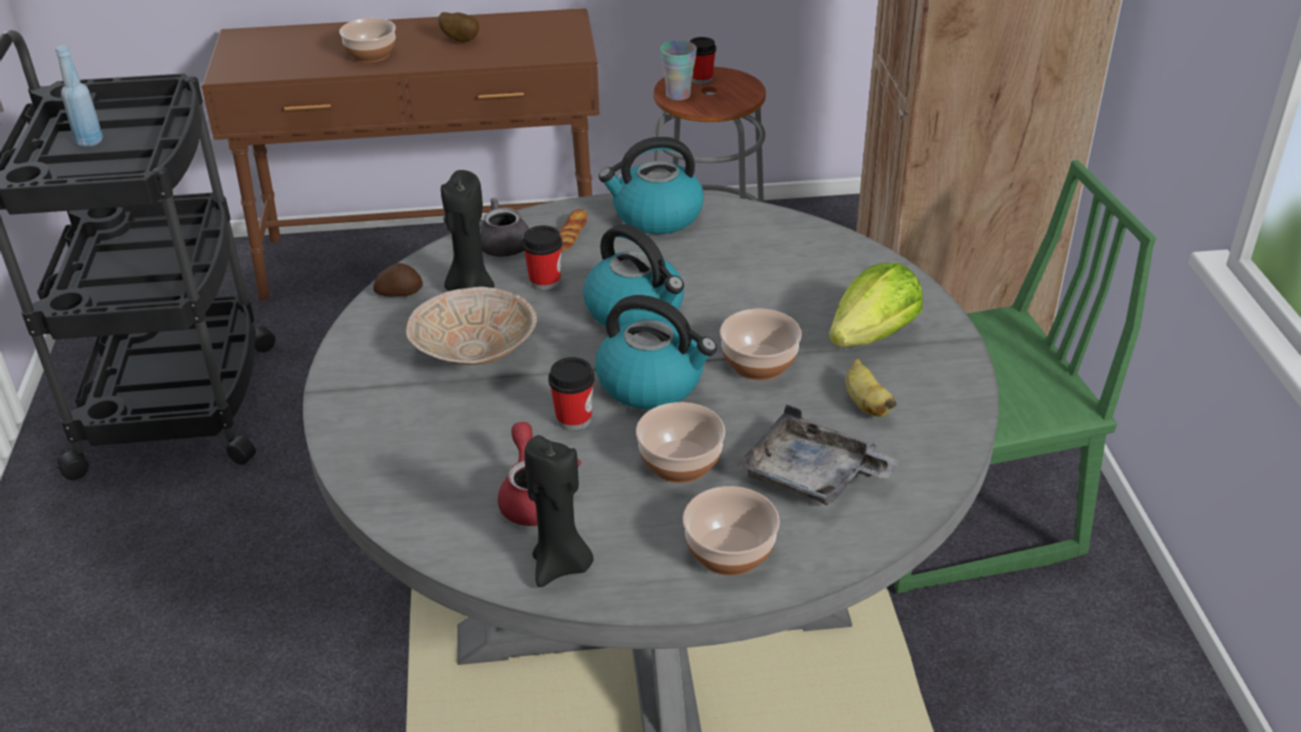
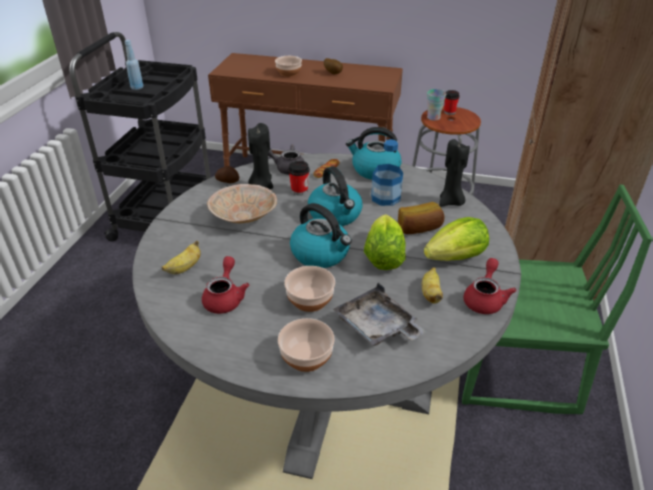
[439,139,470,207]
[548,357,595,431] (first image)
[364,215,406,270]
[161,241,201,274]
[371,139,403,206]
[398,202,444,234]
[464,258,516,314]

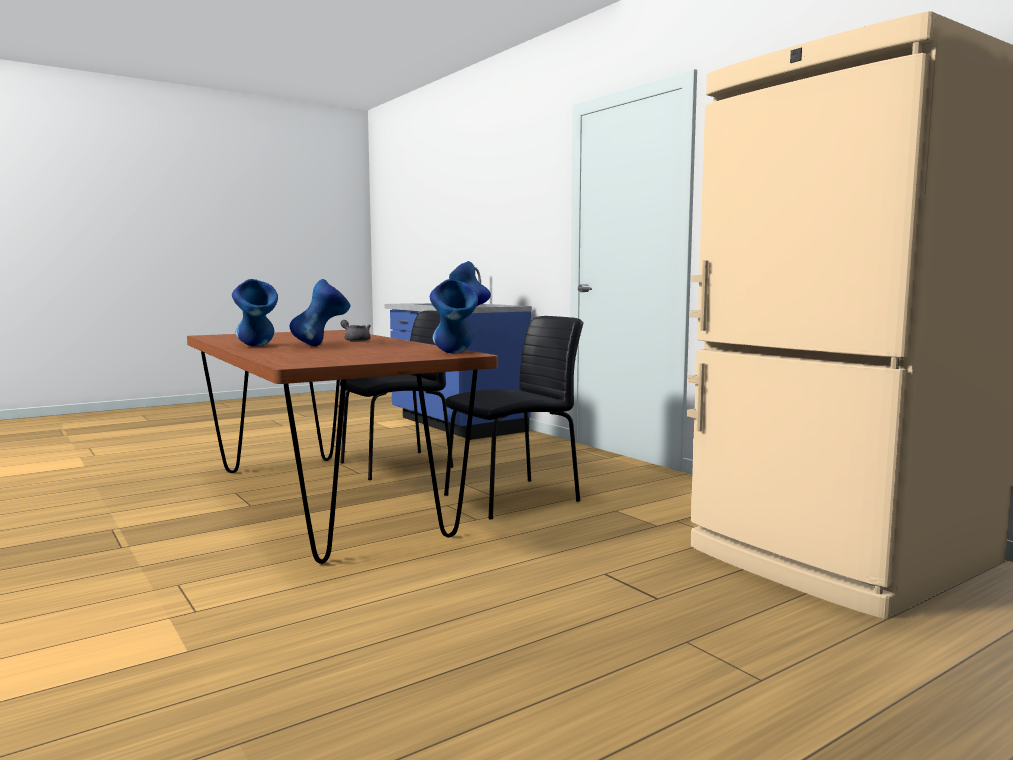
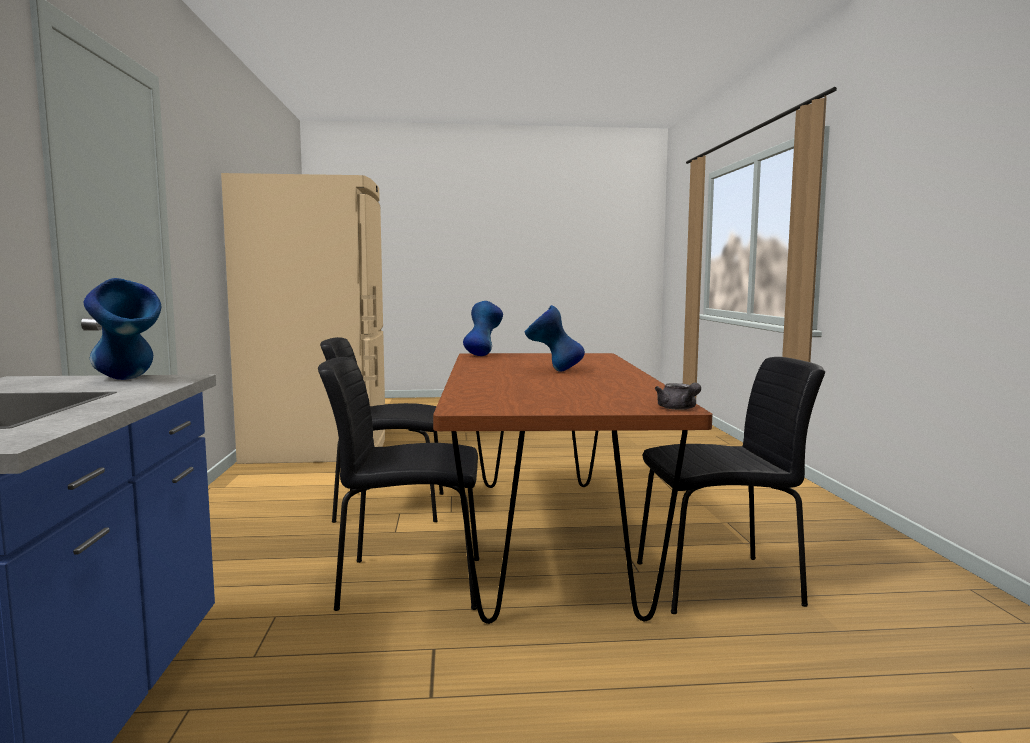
[232,279,278,347] (first image)
[655,383,701,410]
[637,357,825,614]

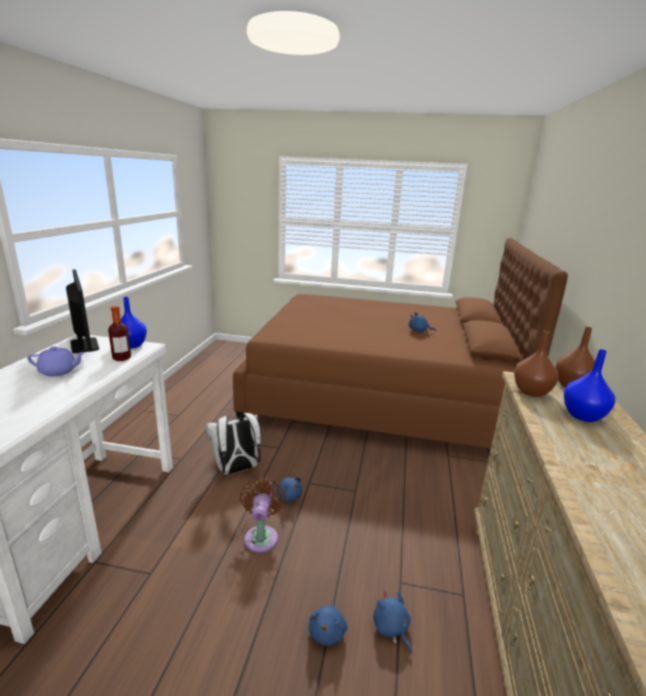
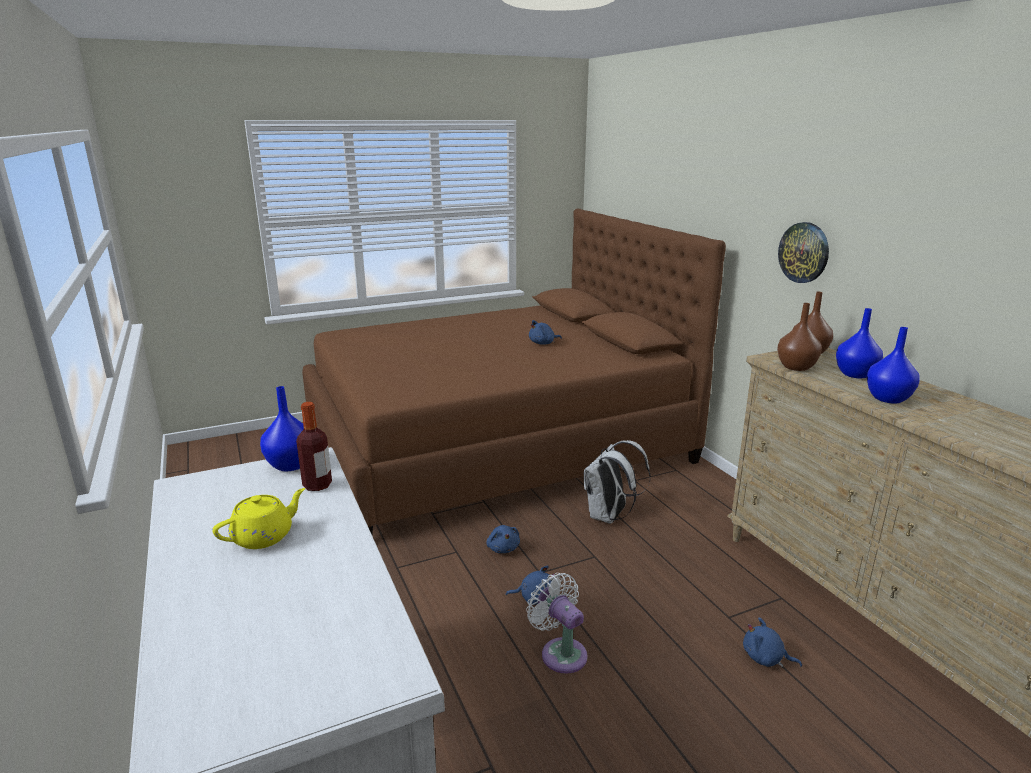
[212,488,305,549]
[66,269,99,353] (first image)
[584,440,650,524]
[526,573,588,674]
[486,525,520,553]
[778,222,829,283]
[867,327,920,403]

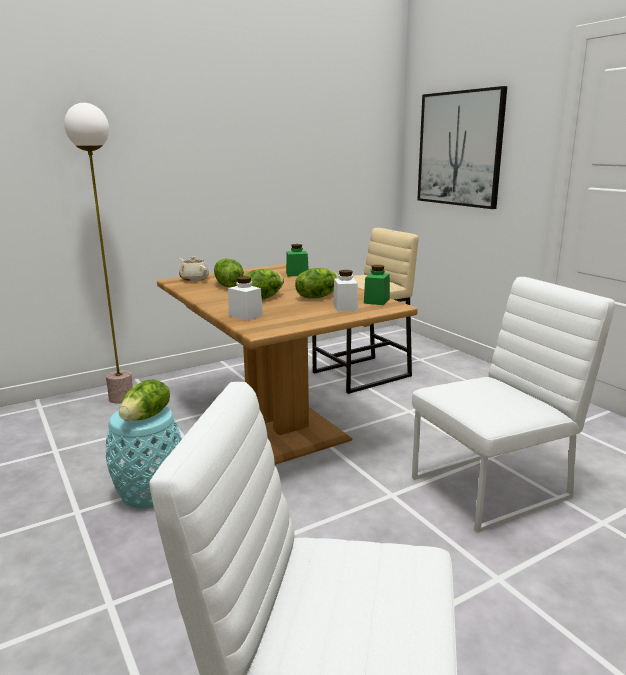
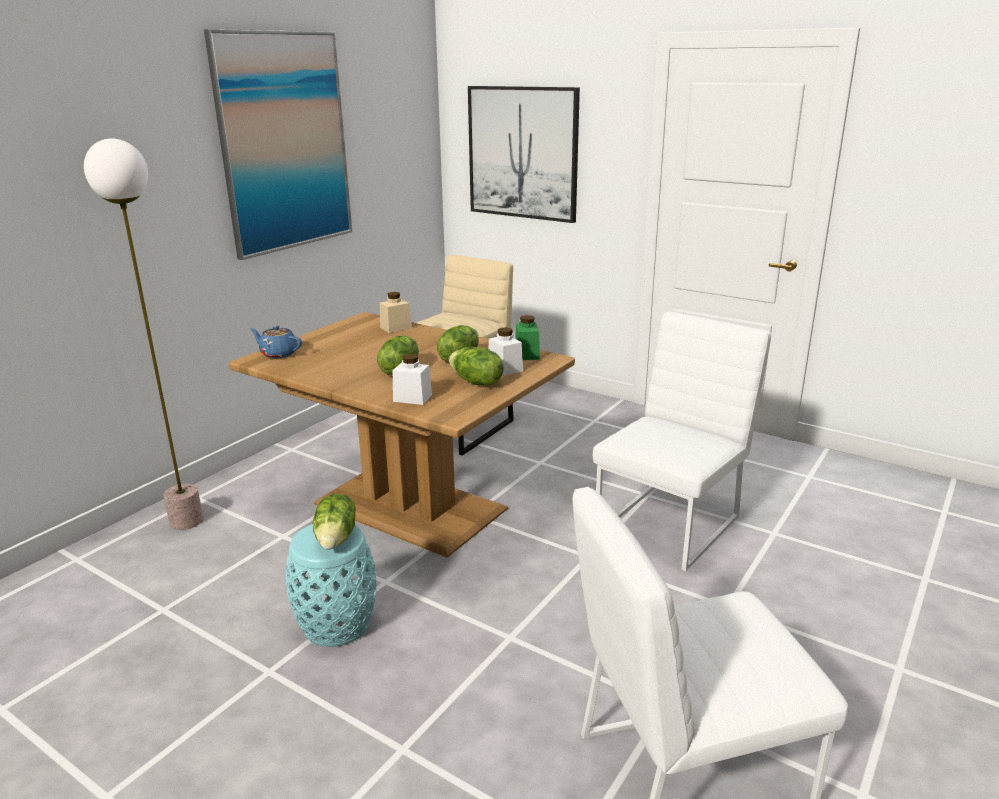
[250,325,302,358]
[449,347,504,386]
[380,292,412,333]
[204,29,352,260]

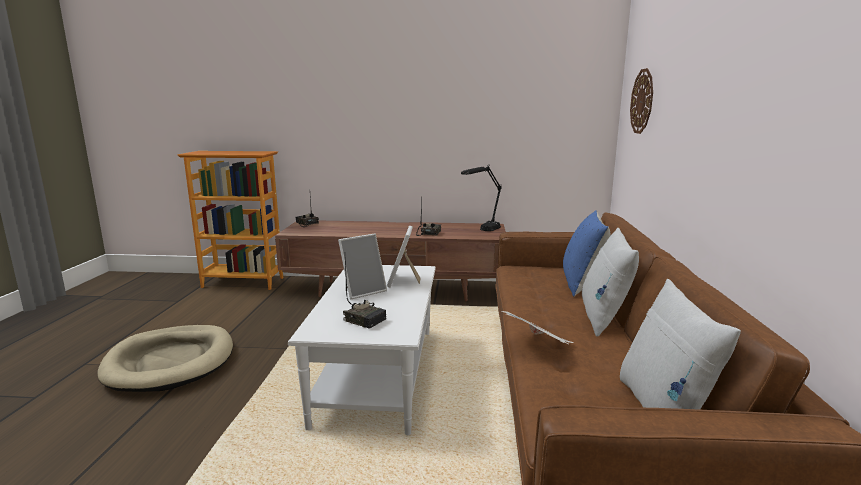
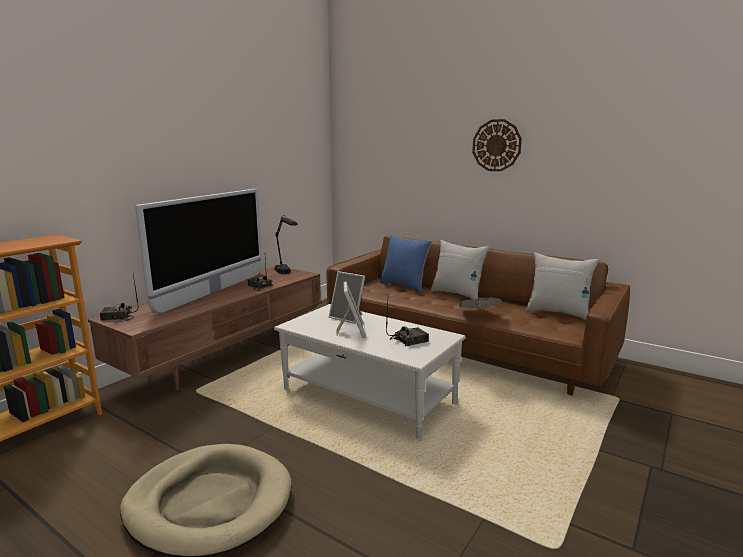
[472,119,522,171]
[135,189,262,314]

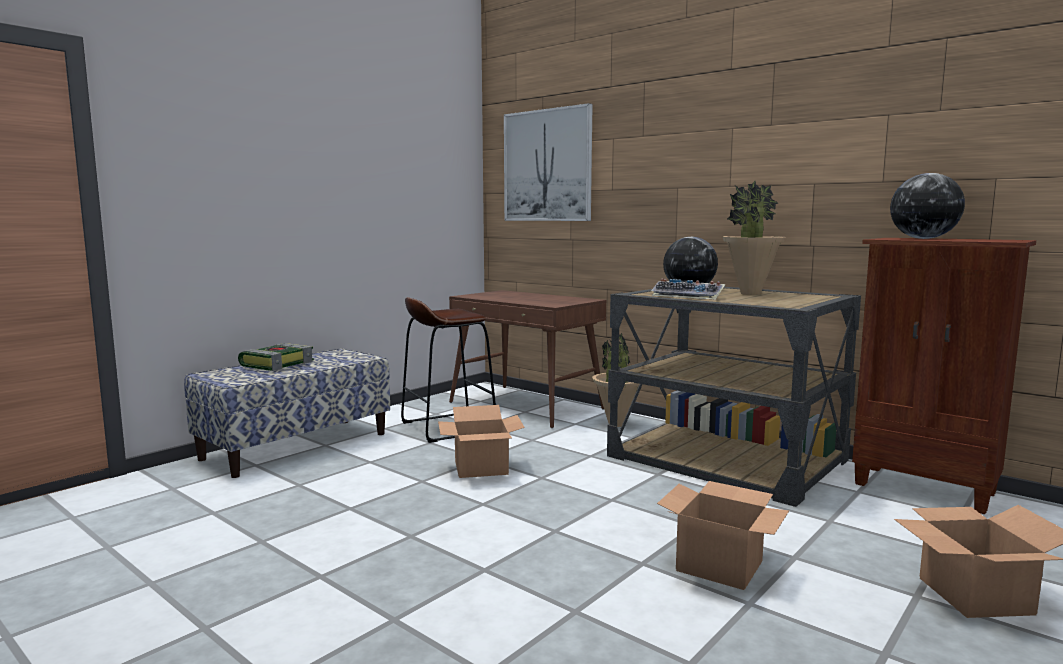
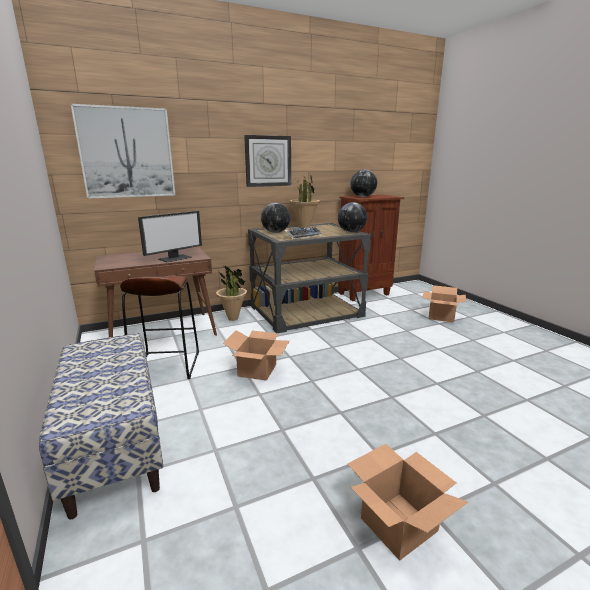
[238,343,314,371] (first image)
[348,444,468,561]
[138,211,202,262]
[244,135,291,187]
[338,202,367,232]

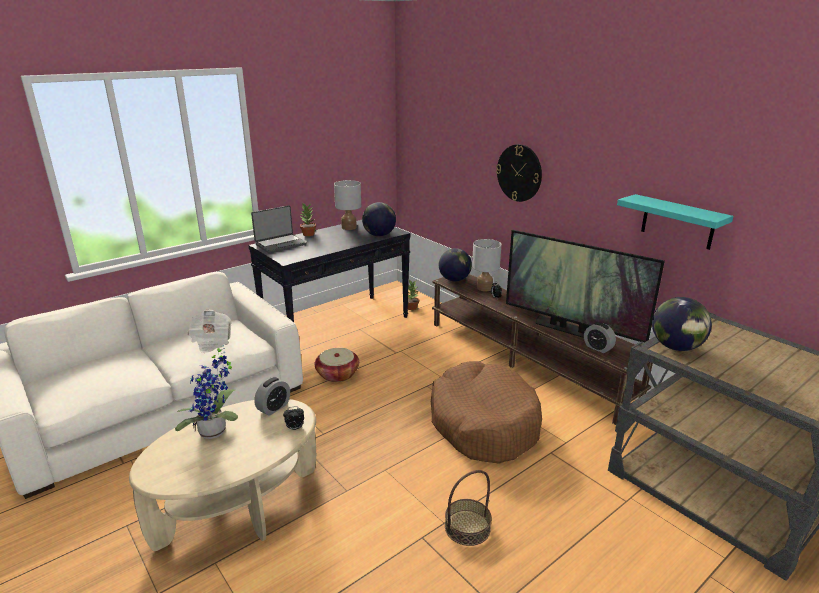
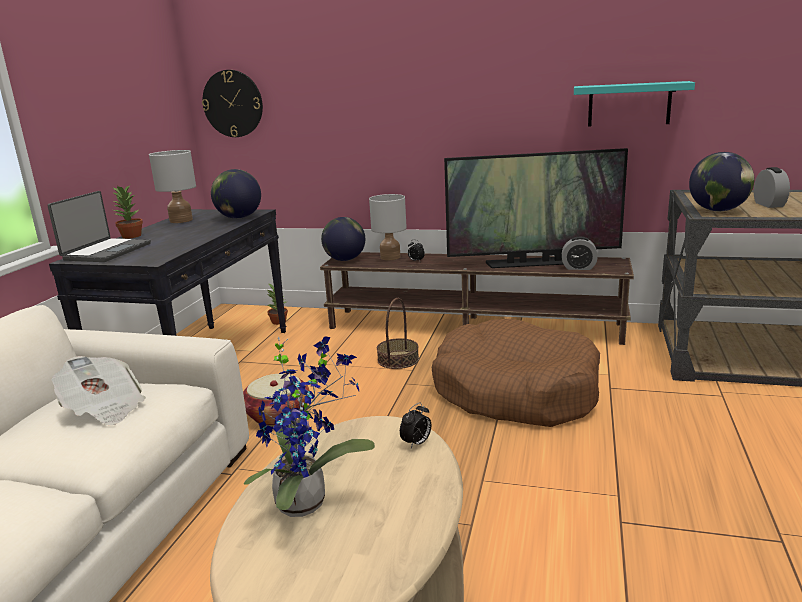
[754,167,790,208]
[377,298,419,369]
[202,70,263,137]

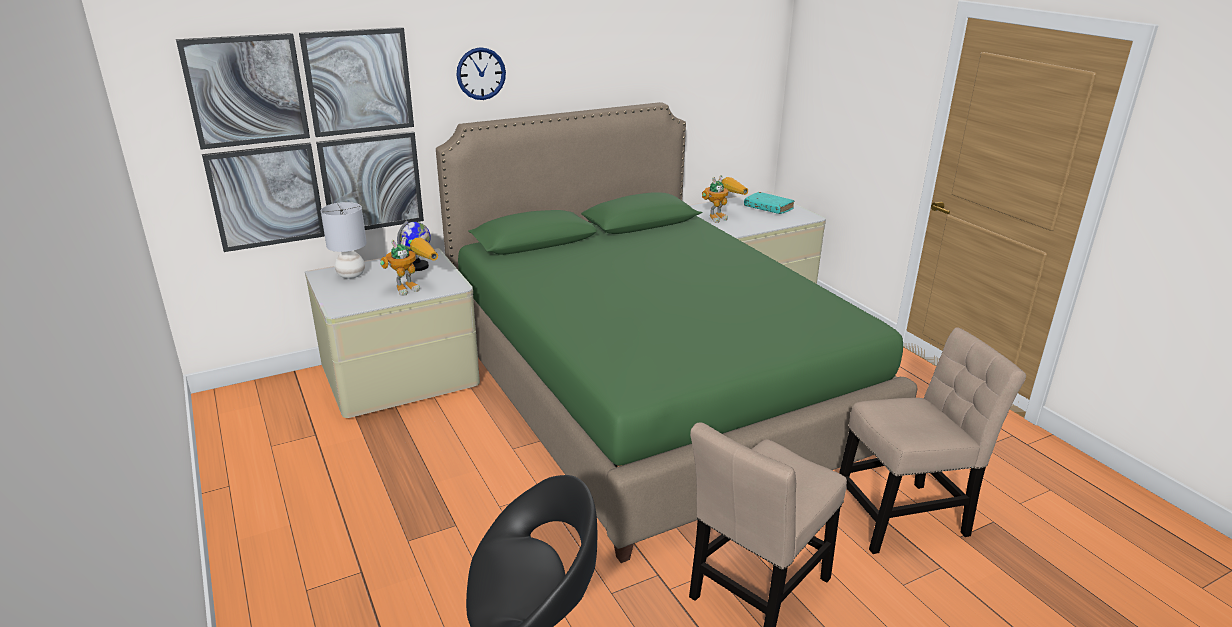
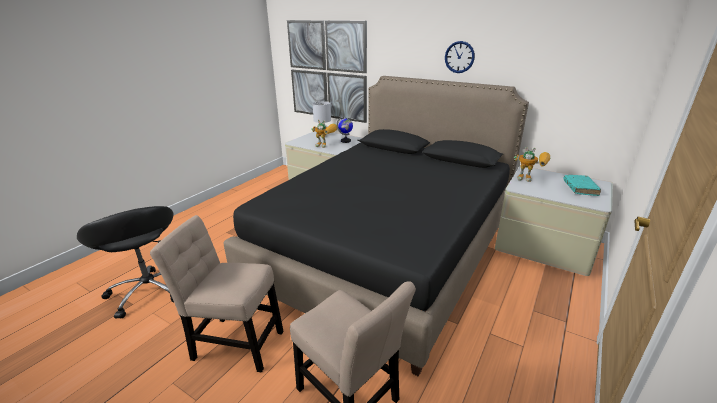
[224,76,529,377]
[445,41,475,73]

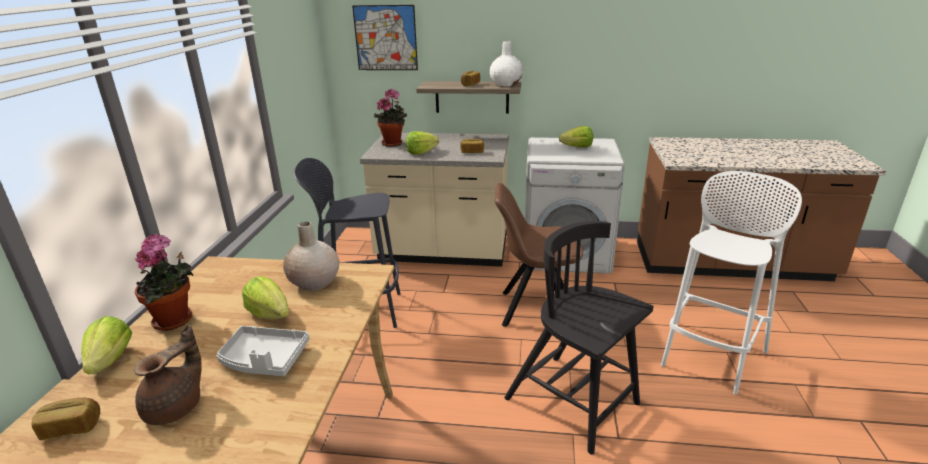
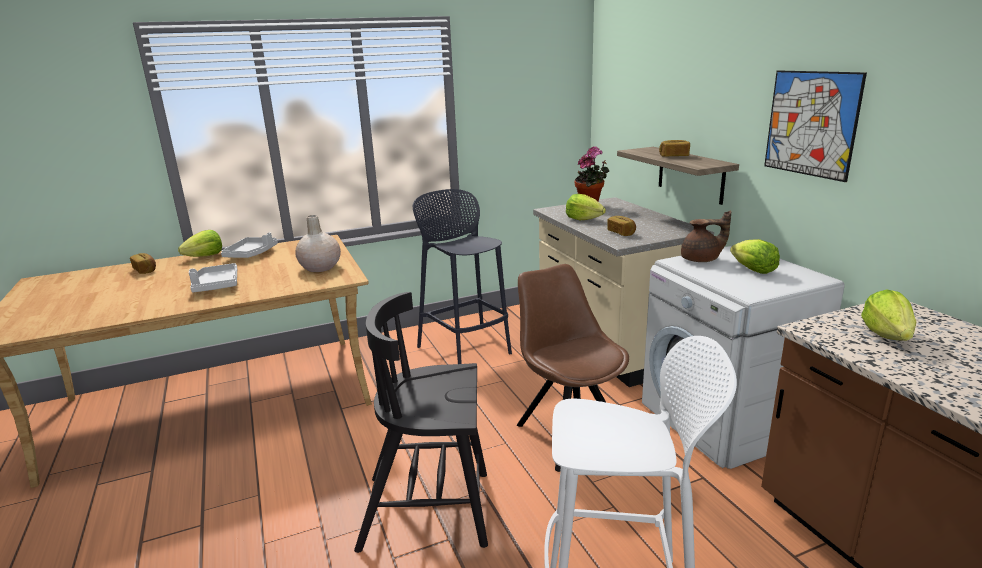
[221,232,278,258]
[681,211,731,262]
[861,290,917,341]
[764,70,867,182]
[490,41,523,86] (first image)
[354,292,488,553]

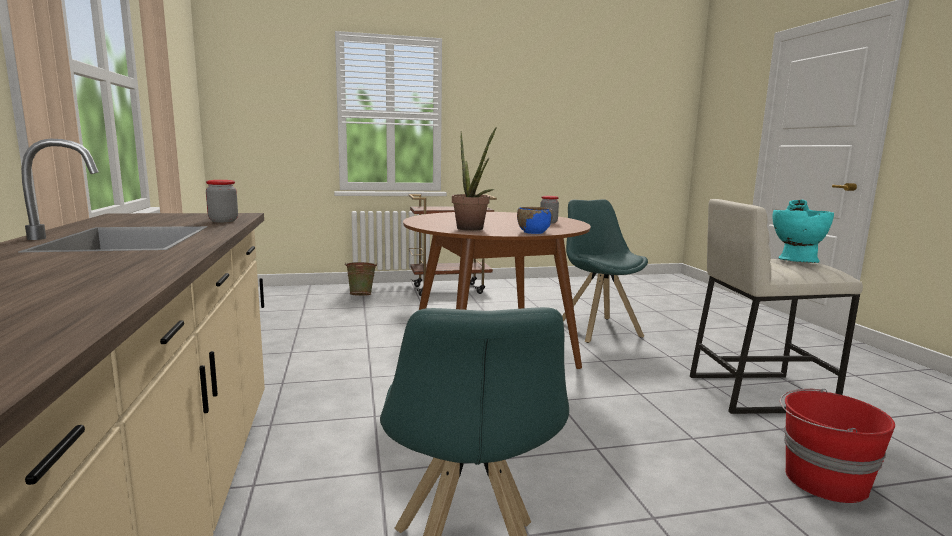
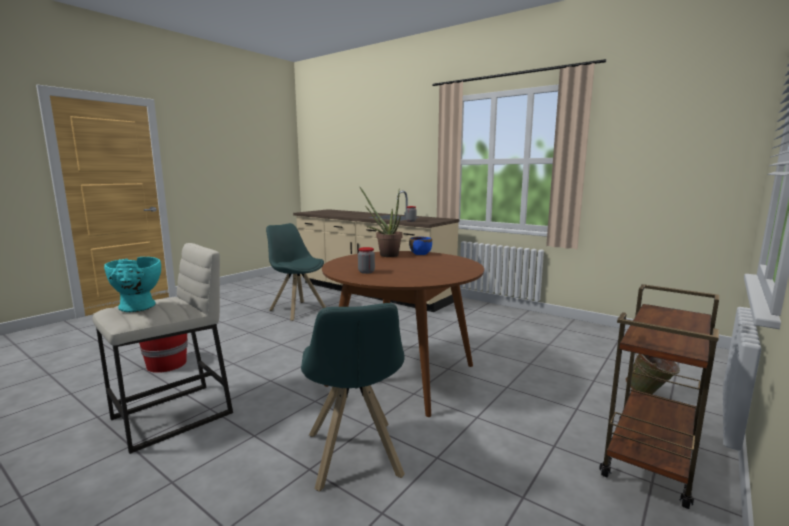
[409,237,432,255]
[301,303,405,492]

